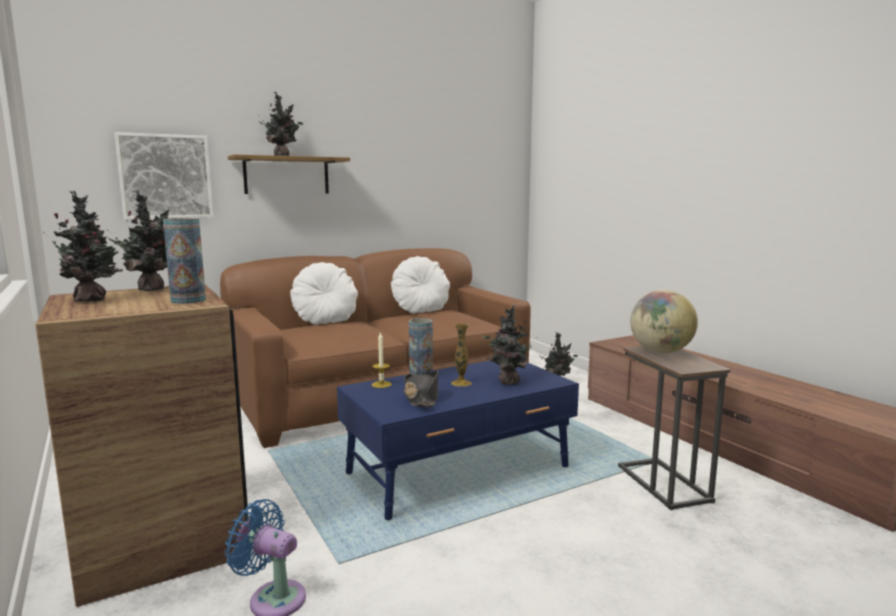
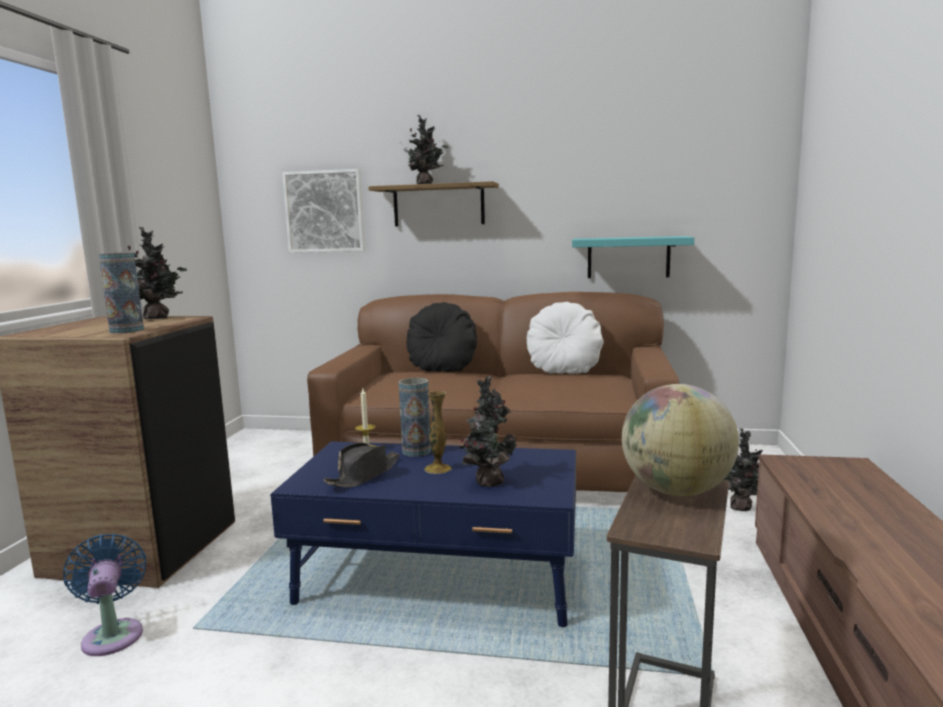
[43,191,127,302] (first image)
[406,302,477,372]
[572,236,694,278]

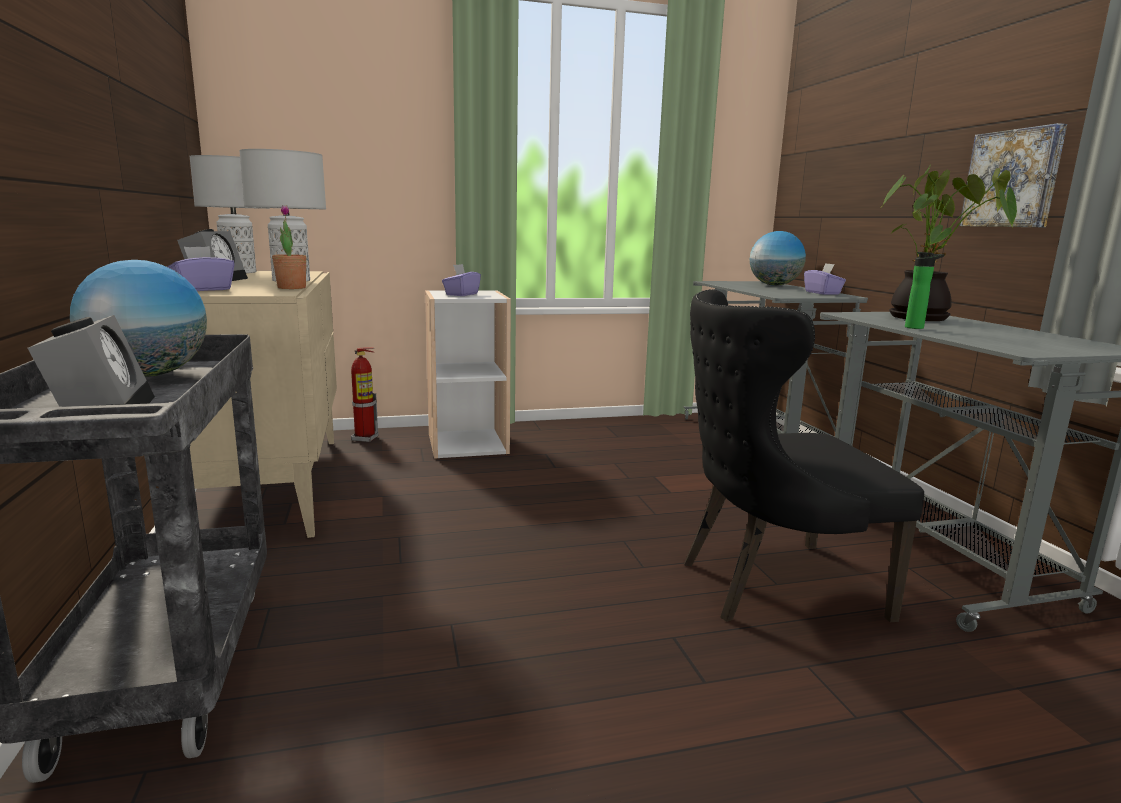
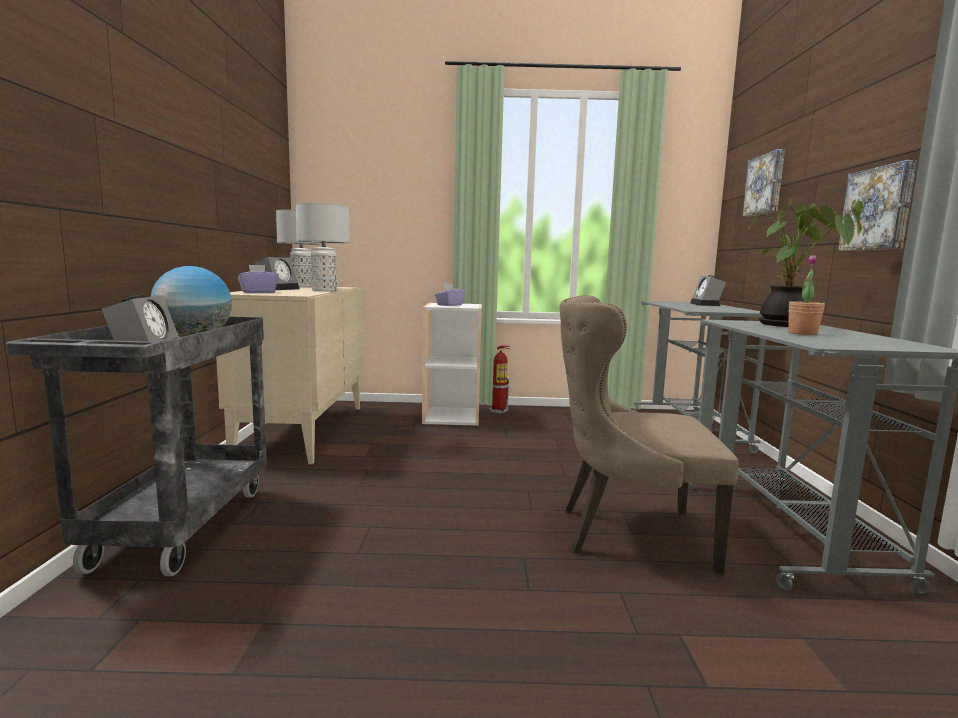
[788,255,825,335]
[489,345,511,414]
[560,295,738,574]
[690,275,726,306]
[804,263,846,294] (first image)
[905,252,944,329] (first image)
[742,149,785,216]

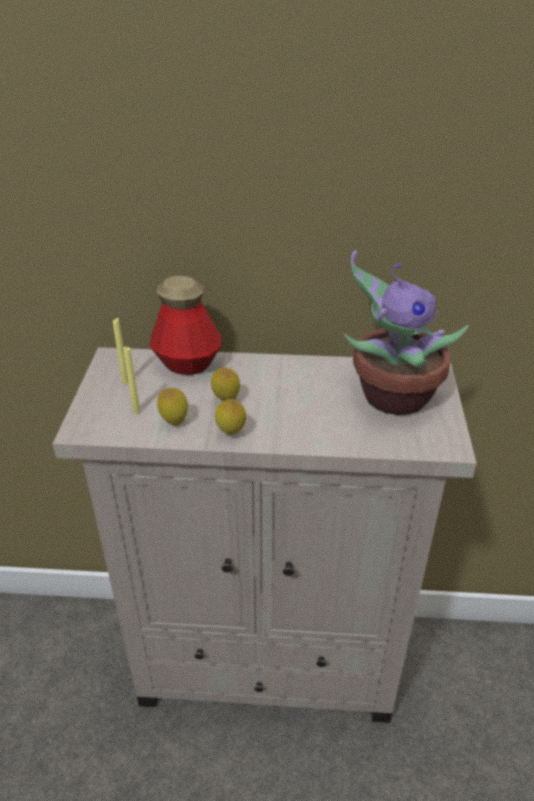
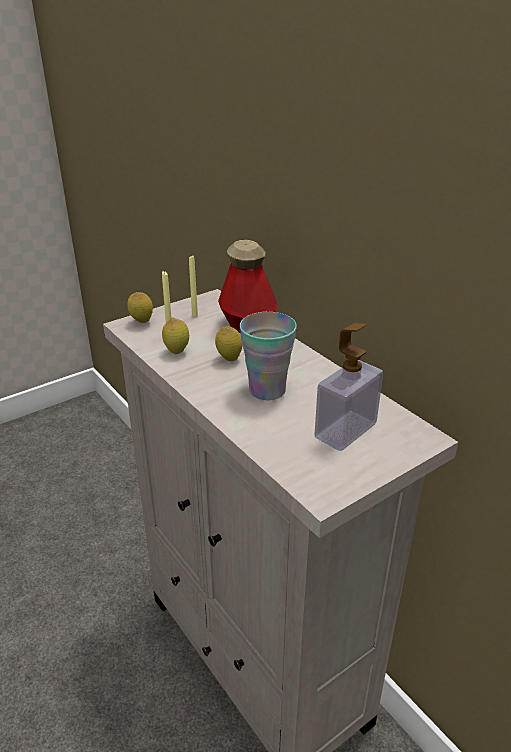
[127,292,153,323]
[315,323,383,451]
[240,312,297,400]

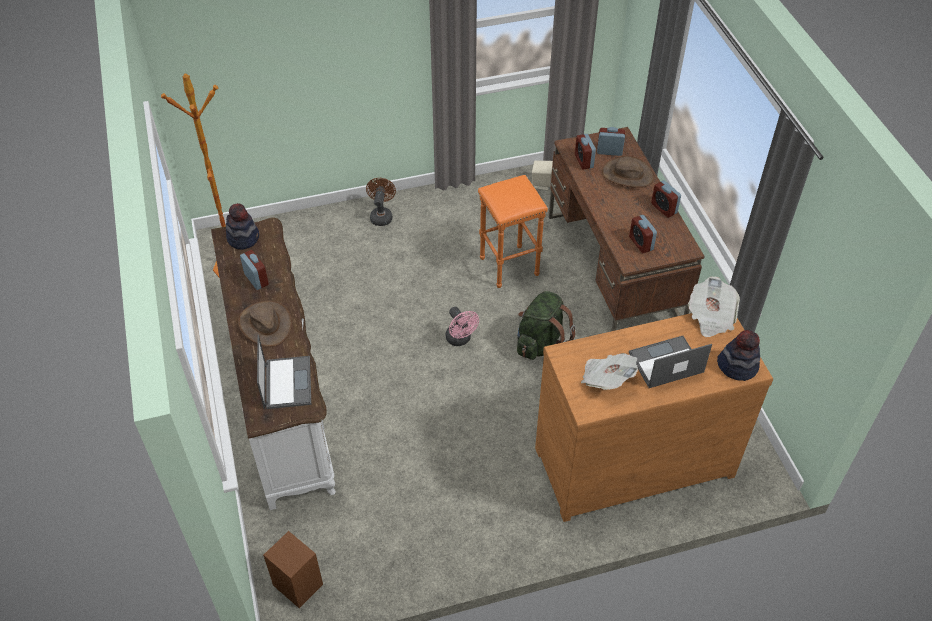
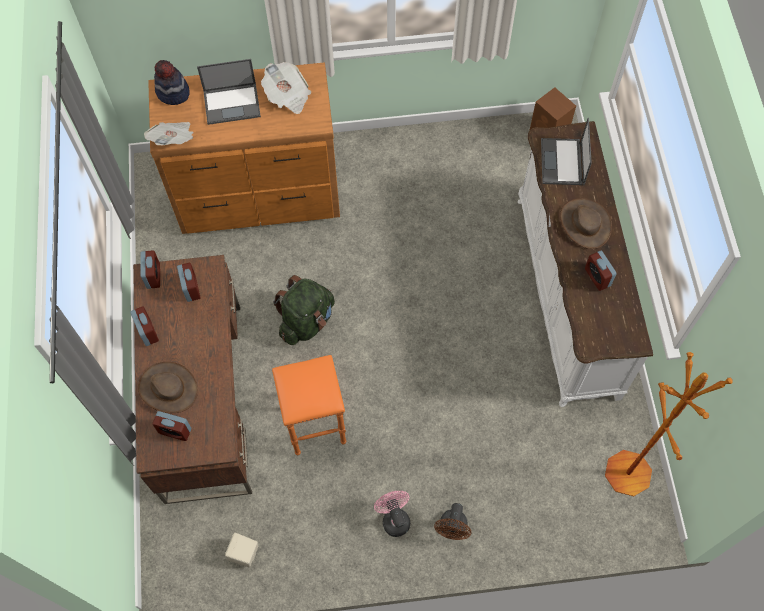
[226,203,259,250] (first image)
[374,491,410,537]
[140,250,160,289]

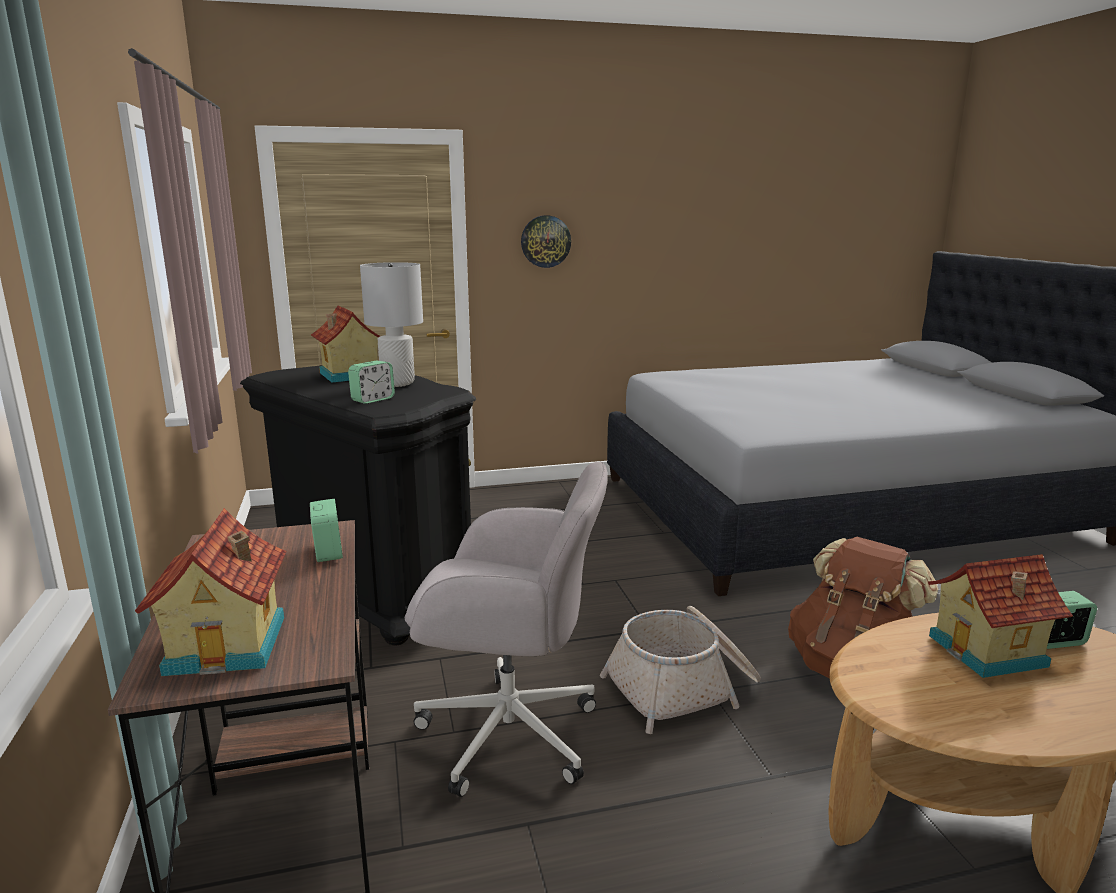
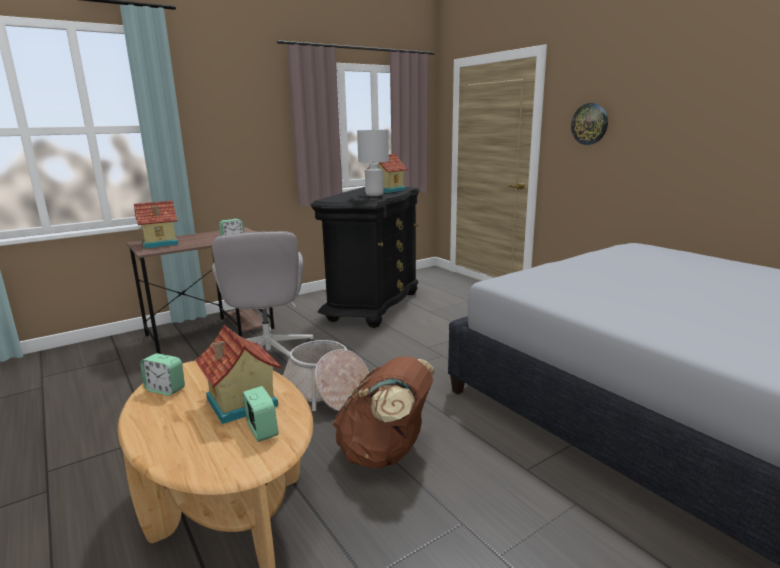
[140,353,185,396]

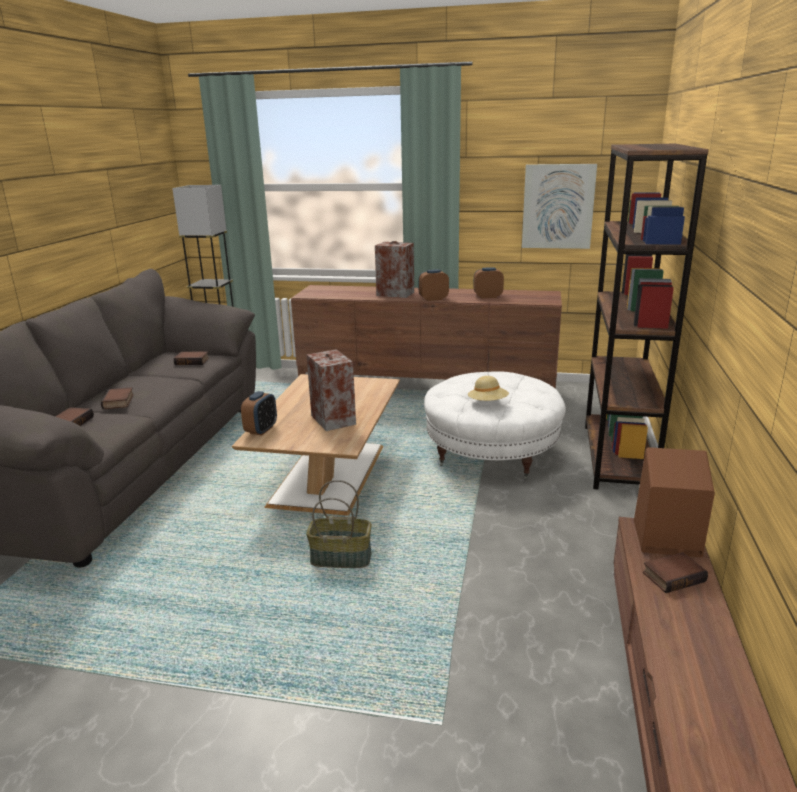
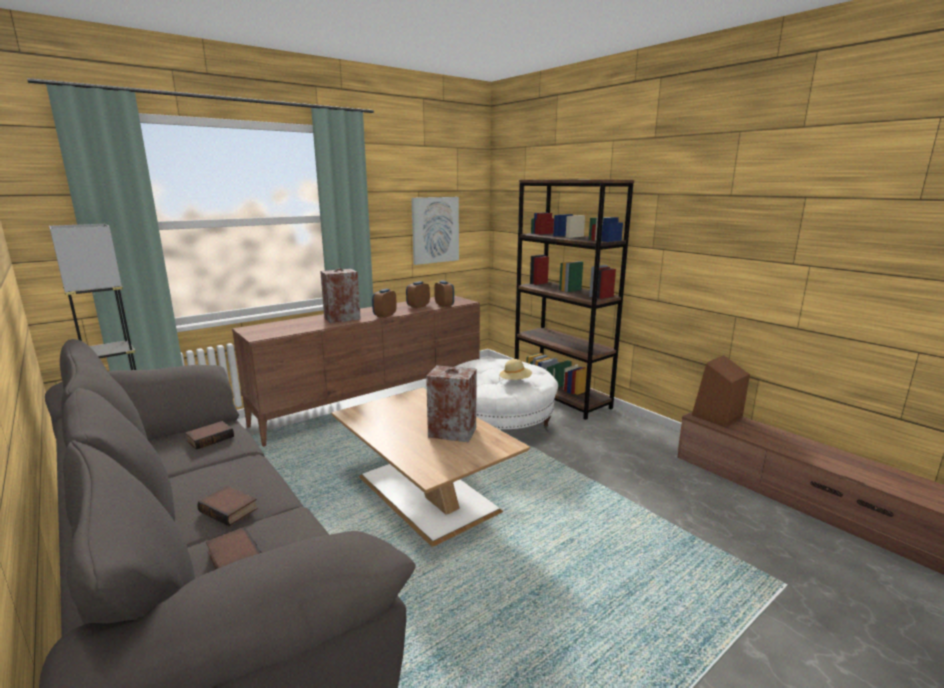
[434,280,454,307]
[306,480,372,568] (first image)
[643,552,708,593] (first image)

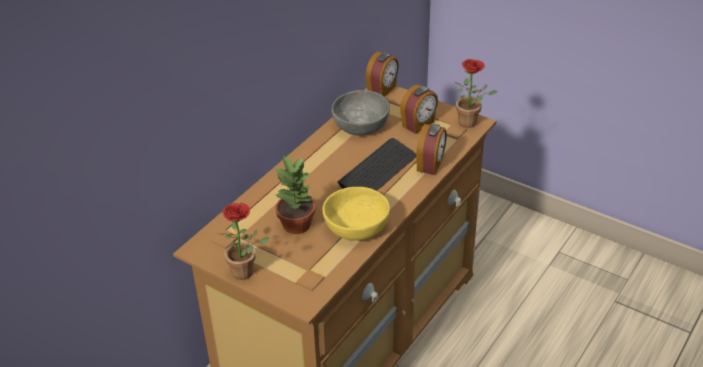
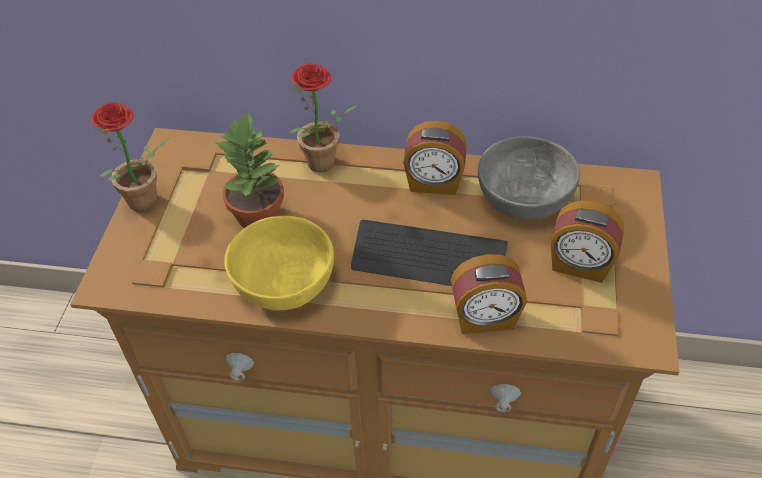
[403,121,467,195]
[290,63,357,172]

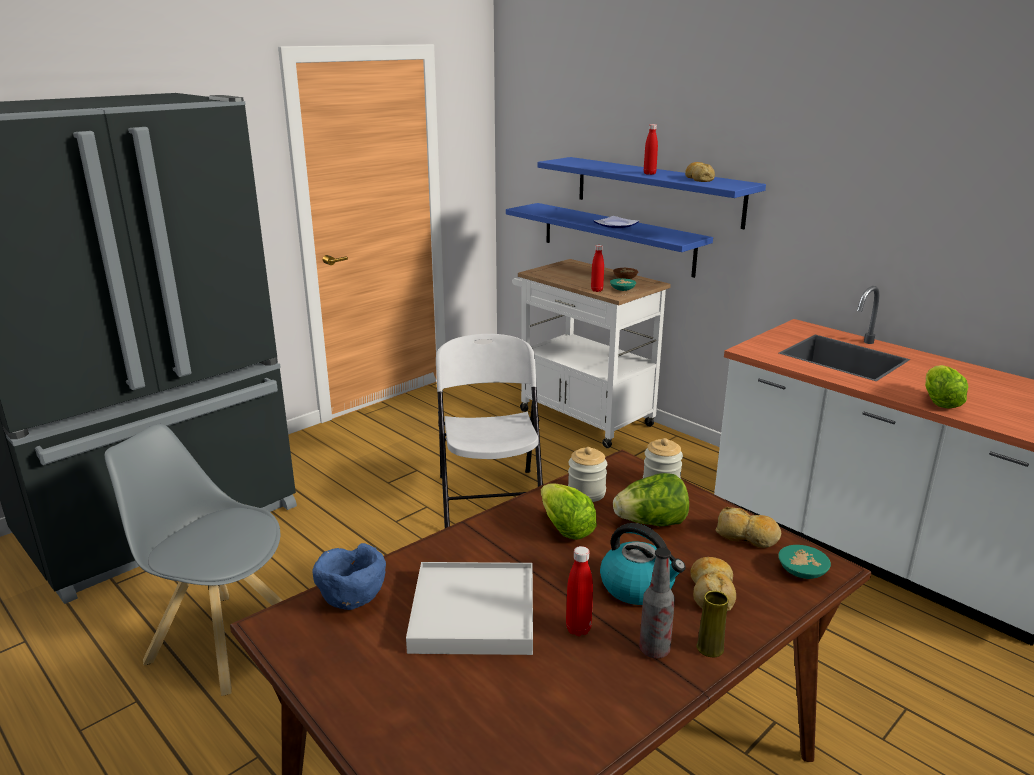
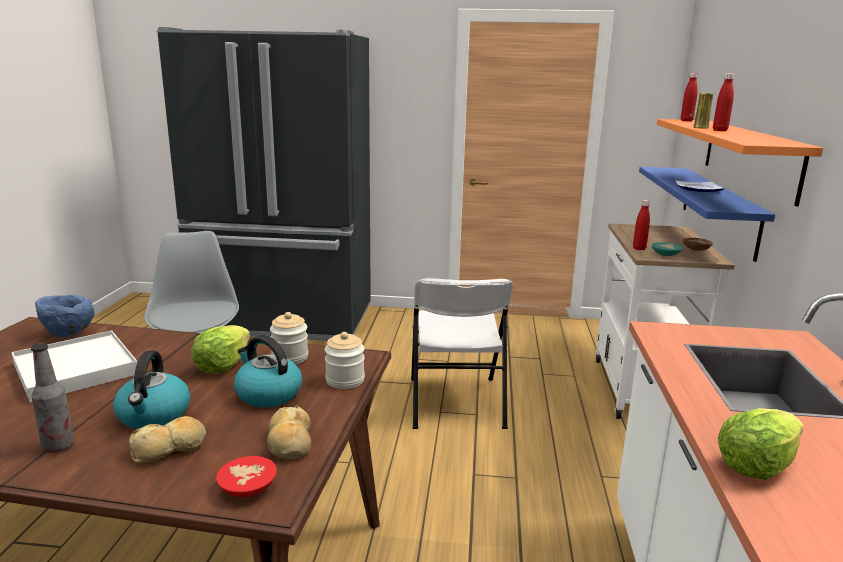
[411,278,513,429]
[657,119,823,207]
[681,73,698,121]
[234,335,302,408]
[685,162,715,182] (first image)
[694,93,713,129]
[216,456,277,497]

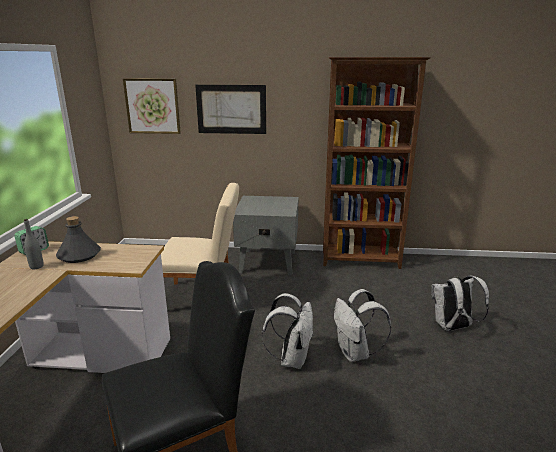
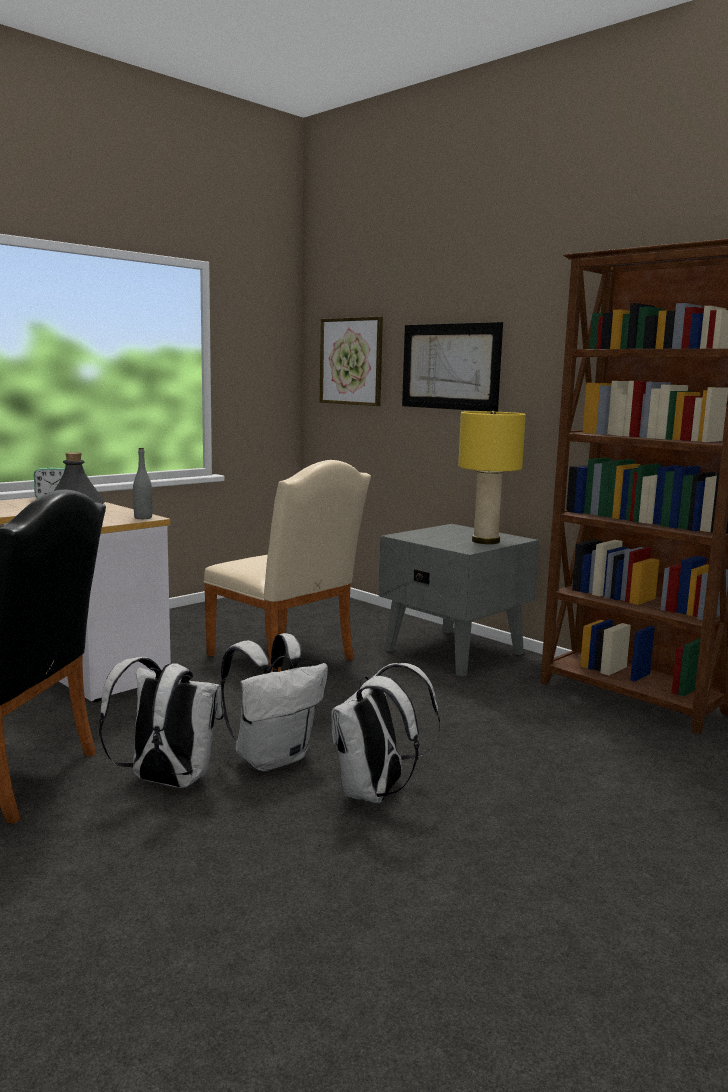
[133,448,152,519]
[99,657,224,788]
[458,411,526,544]

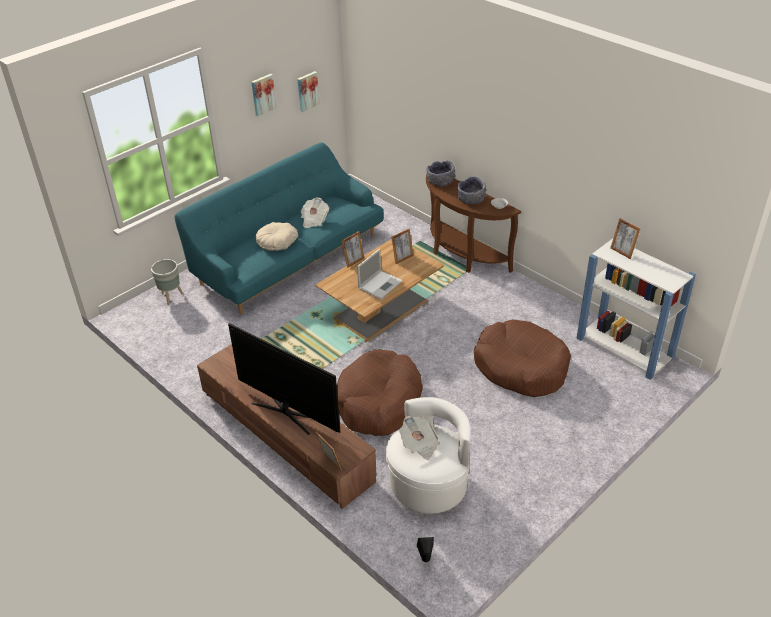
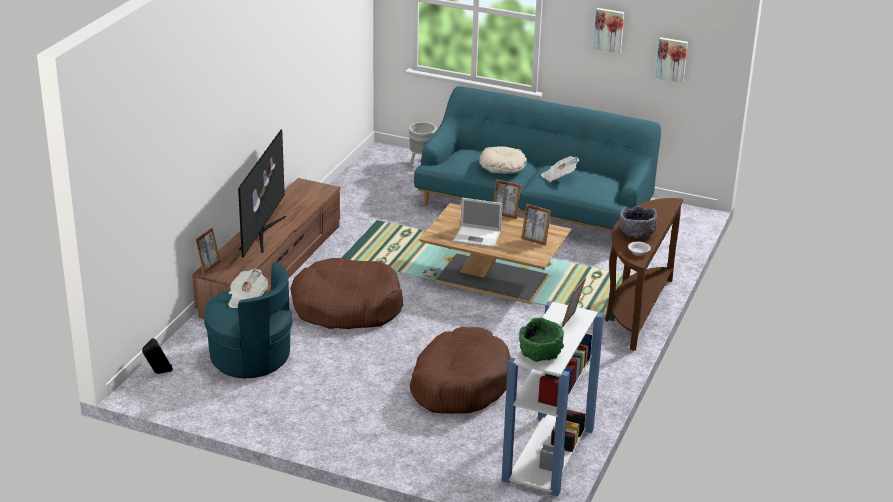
[204,262,293,378]
[426,160,456,187] (first image)
[519,317,564,362]

